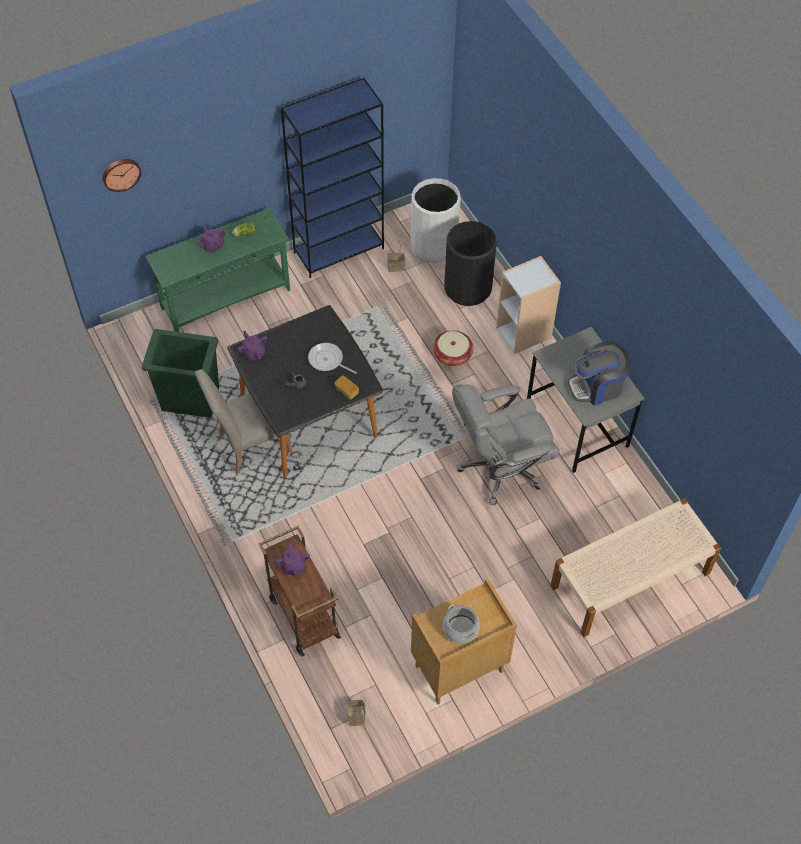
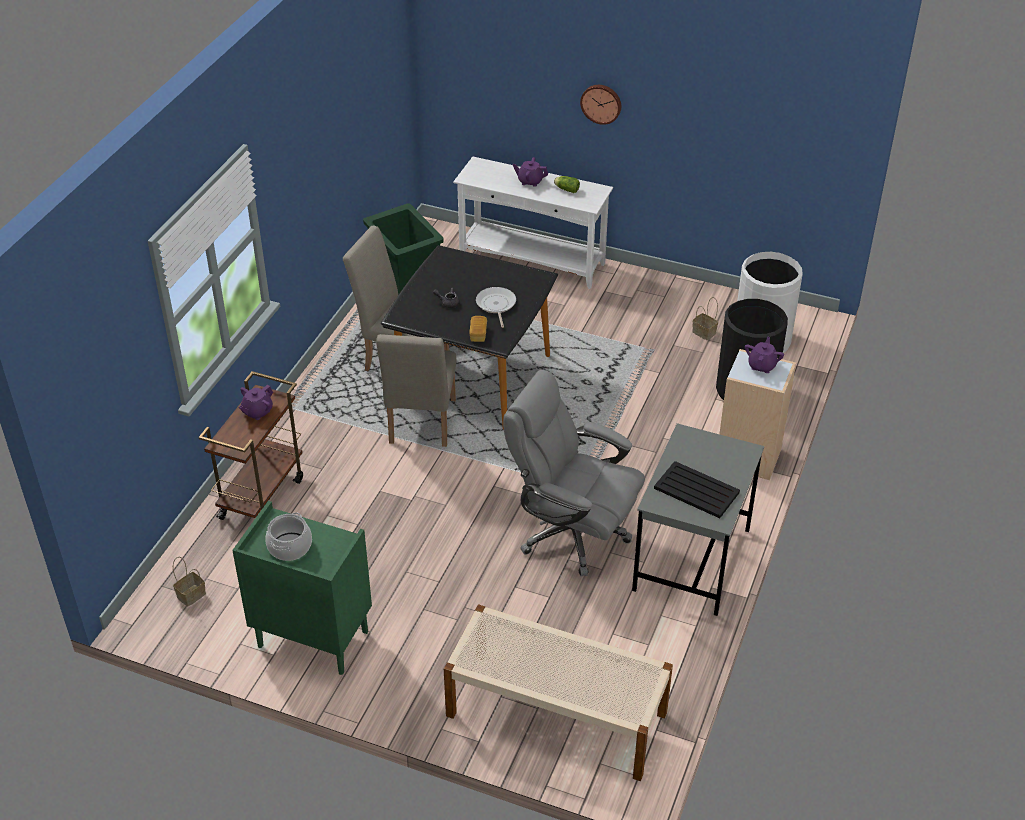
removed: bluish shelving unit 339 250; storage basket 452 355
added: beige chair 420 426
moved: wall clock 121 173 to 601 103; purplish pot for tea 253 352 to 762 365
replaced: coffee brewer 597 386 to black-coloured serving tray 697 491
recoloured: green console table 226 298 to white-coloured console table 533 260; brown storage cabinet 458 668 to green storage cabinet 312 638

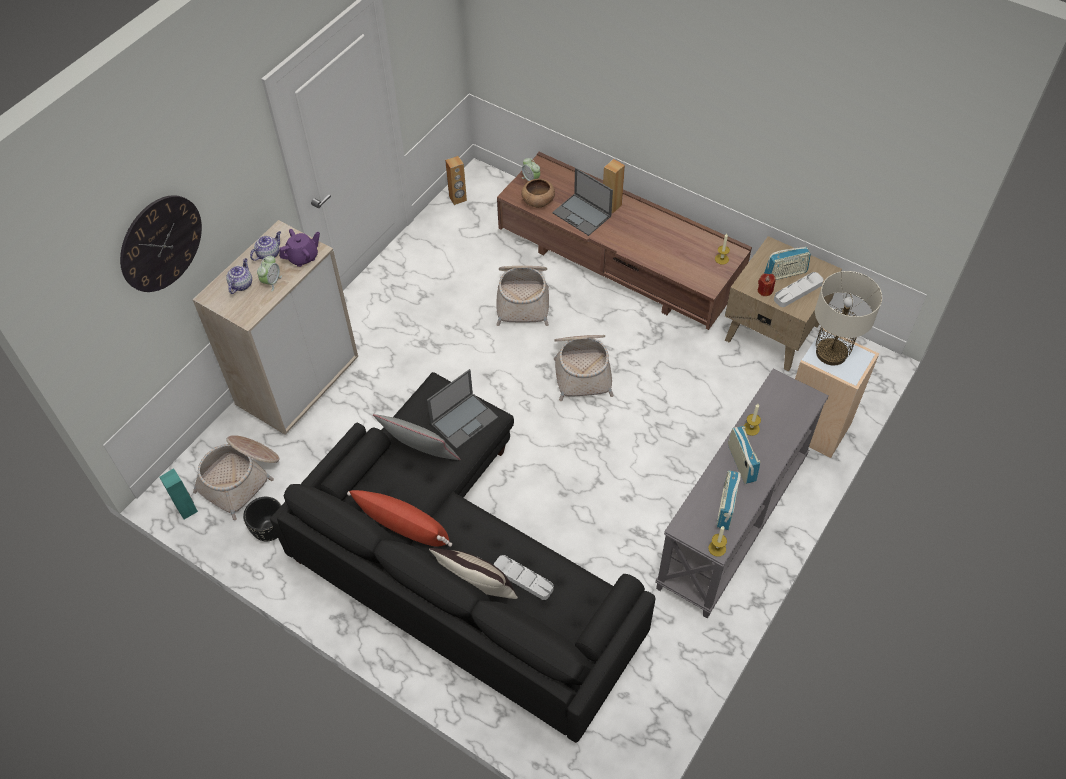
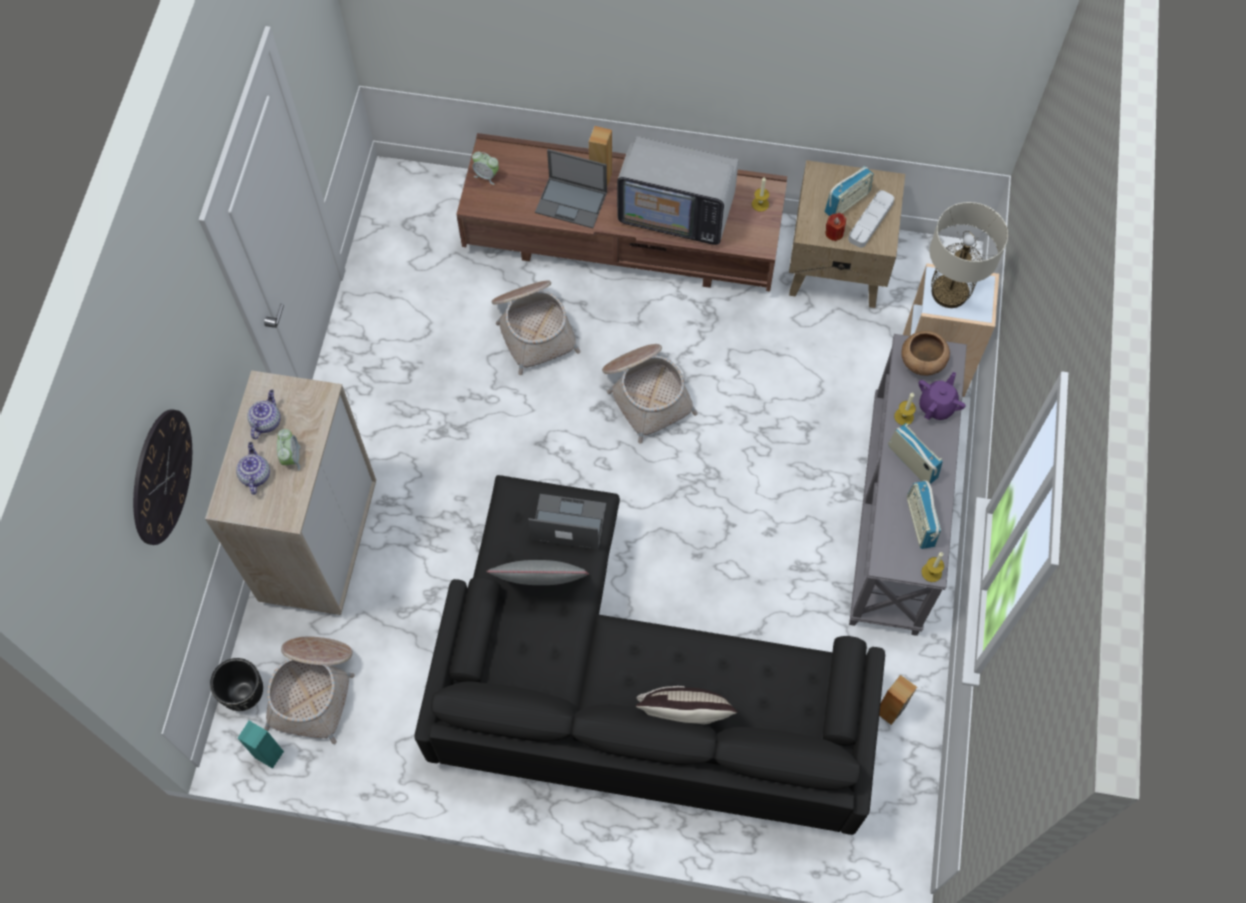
removed: red-coloured throw pillow 403 527; gray serving tray 523 579
added: television 676 210
moved: black-coloured plant pot 270 530 to 244 694; purplish pot for tea 303 257 to 937 406; brown speaker 458 199 to 890 711; brown bowl 538 201 to 921 361
turned: laptop 464 420 = 567 522 105 degrees counterclockwise

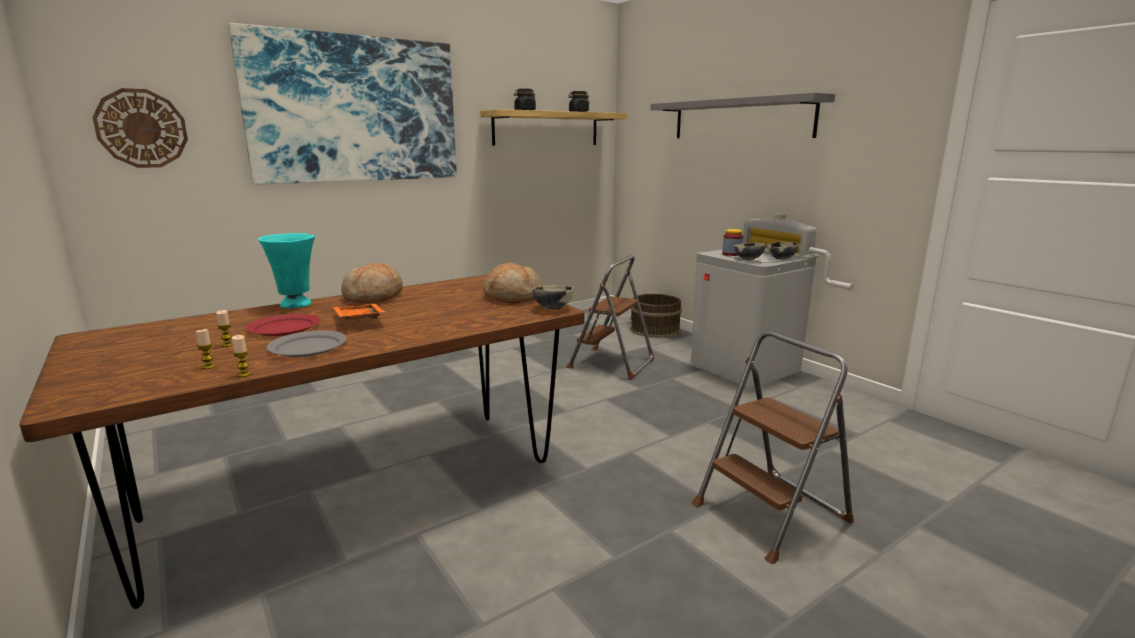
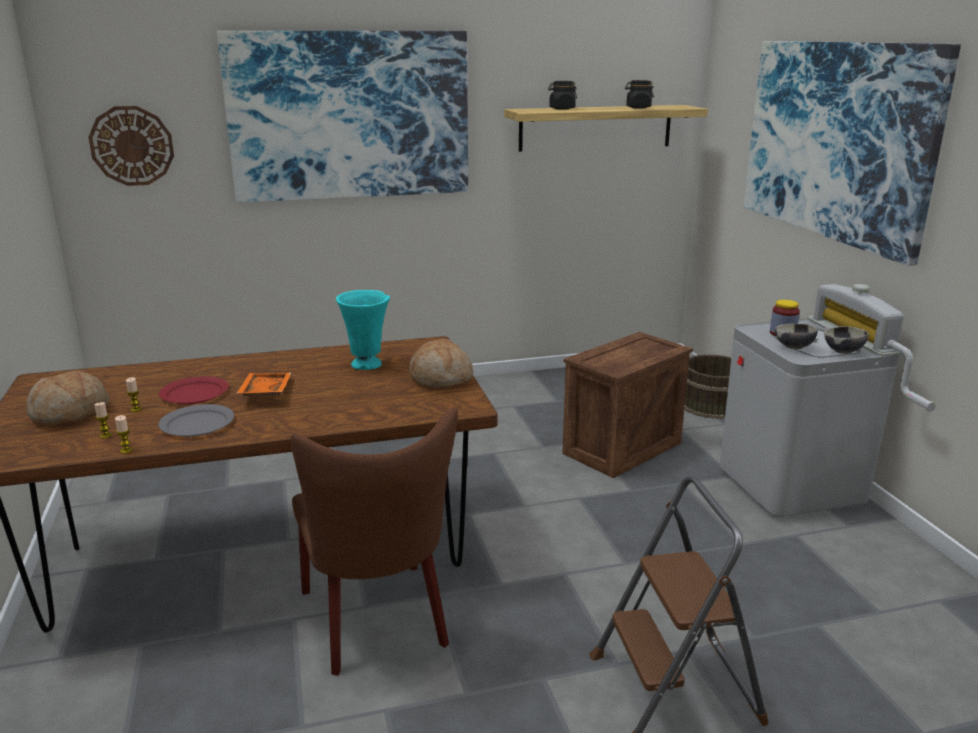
removed: bowl 552 308
added: brown chair 378 623
moved: turquoise vase 296 305 to 367 365; bakery bread 374 297 to 70 414
replaced: brown stepladder 614 364 to shipping crate 622 449; gray shelf 740 119 to wall art 836 141

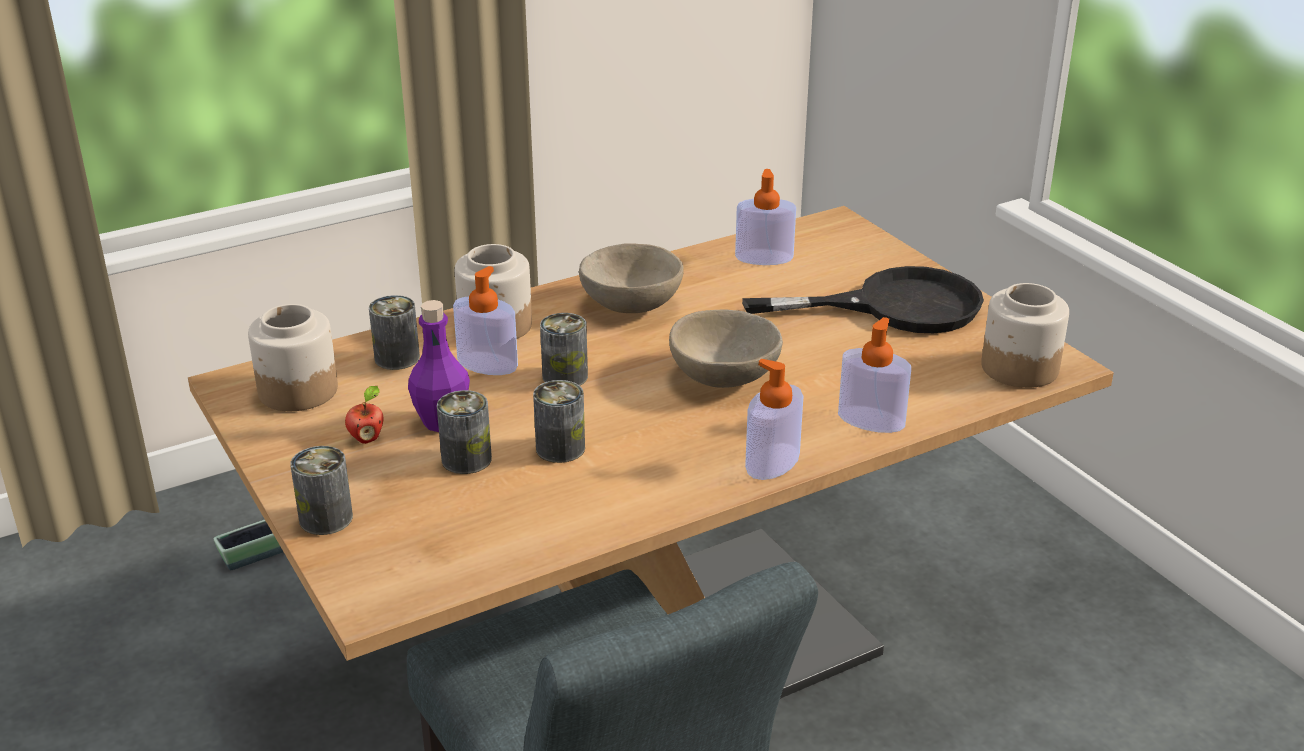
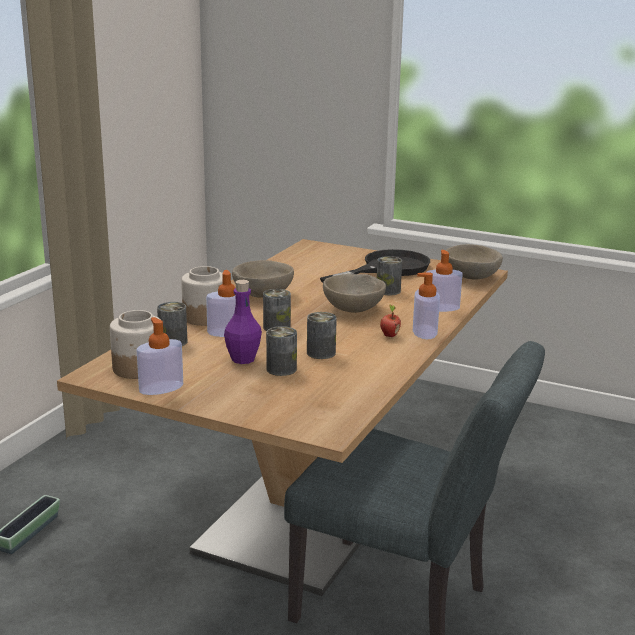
moved: sealed can 326 518 to 388 291; whole apple 367 438 to 389 335; soap dispenser 764 257 to 161 388
replaced: preserve jar 1018 367 to beige bowl 470 277

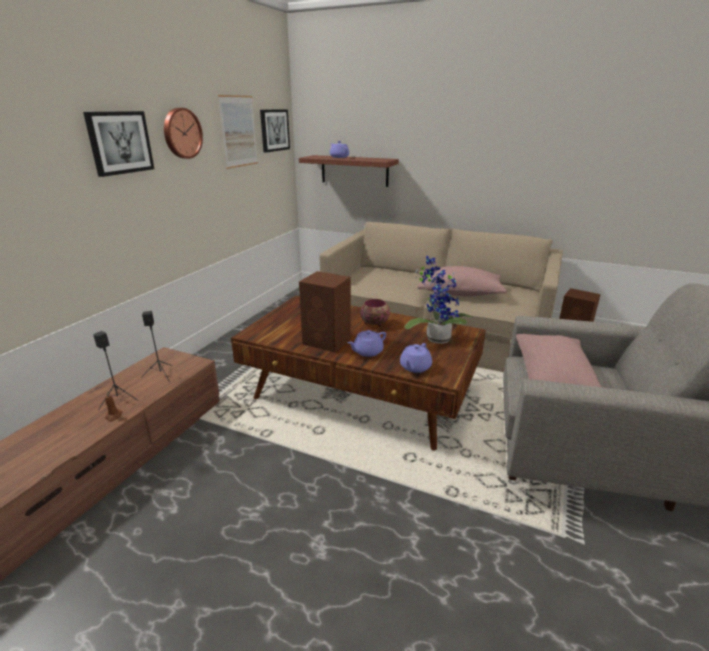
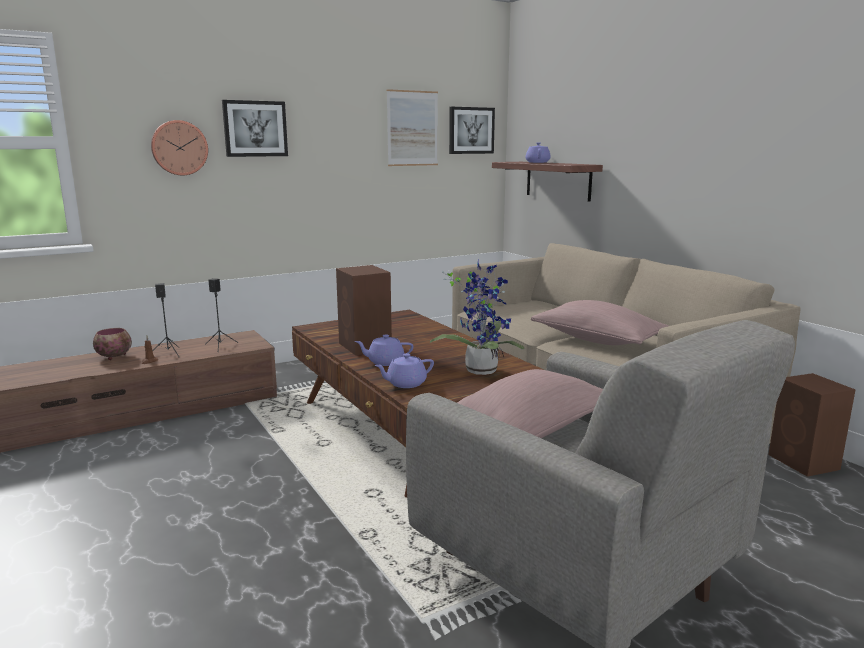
moved: wall clock 181 133 to 179 148; bowl 374 323 to 115 356

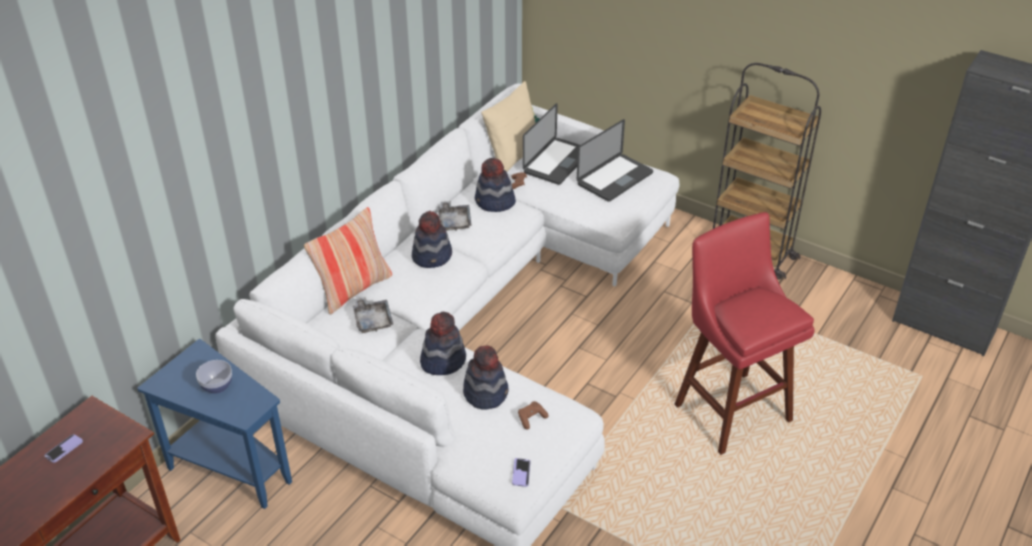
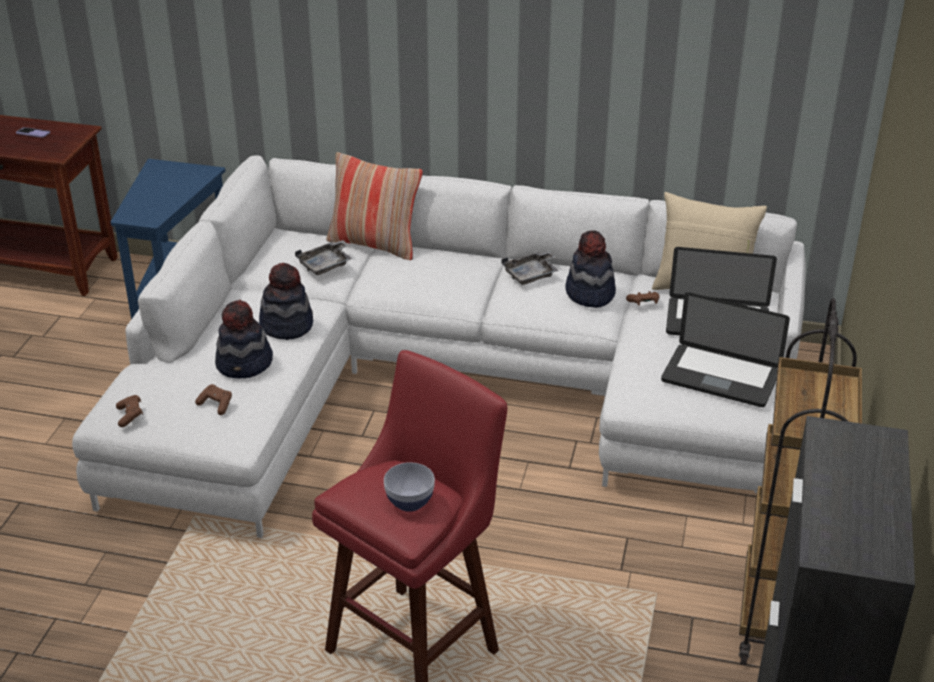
removed: hat 432 256
moved: bowl 217 386 to 409 501
replaced: phone 521 473 to brown gamepad 130 416

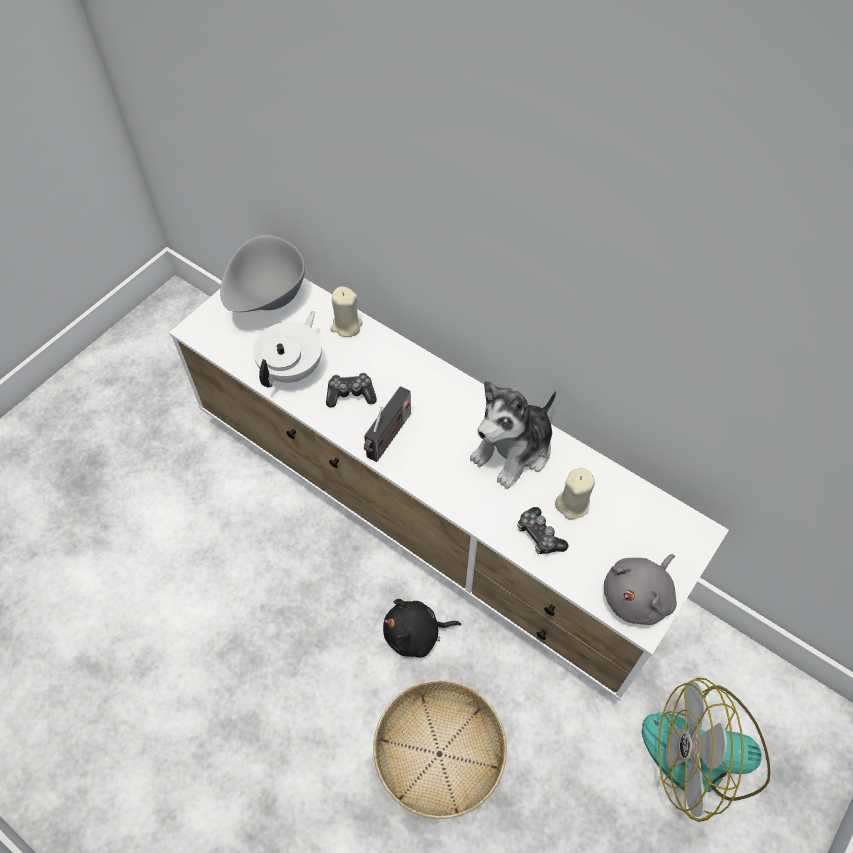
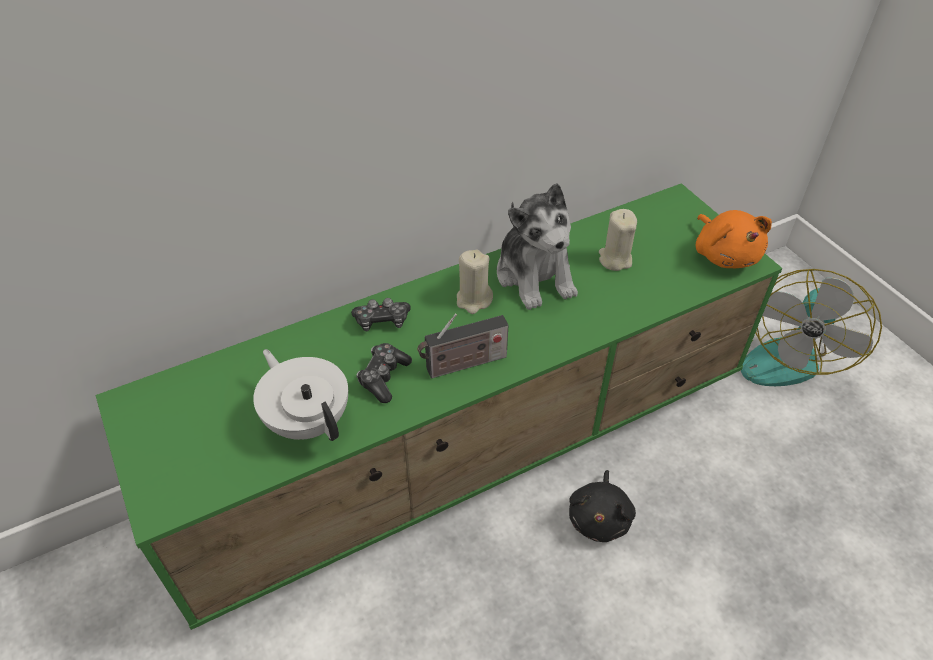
removed: gray bowl 267 300; storage basket 439 754
moved: beige wax candle 346 326 to 473 300; gamepad 539 536 to 382 321
recoloured: white-coloured tv unit 429 514 to green tv unit 469 453; gray cuddly toy 638 596 to orange-coloured cuddly toy 725 254
turned: radio receiver 388 438 = 463 364 105 degrees clockwise

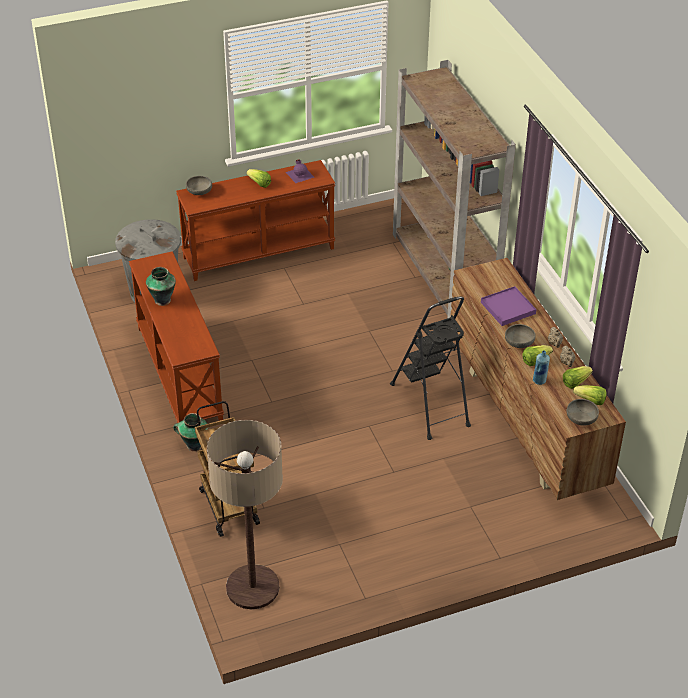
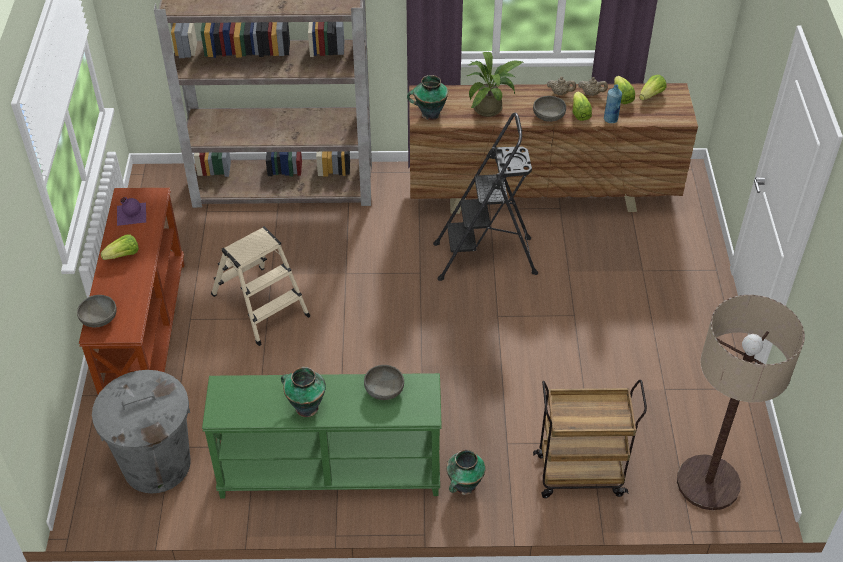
added: beige stepladder 260 304; vase 429 114
moved: gray bowl 581 419 to 384 390
replaced: purplish serving tray 508 308 to plant in a pot 491 108
recoloured: brown console table 178 374 to green console table 329 473

